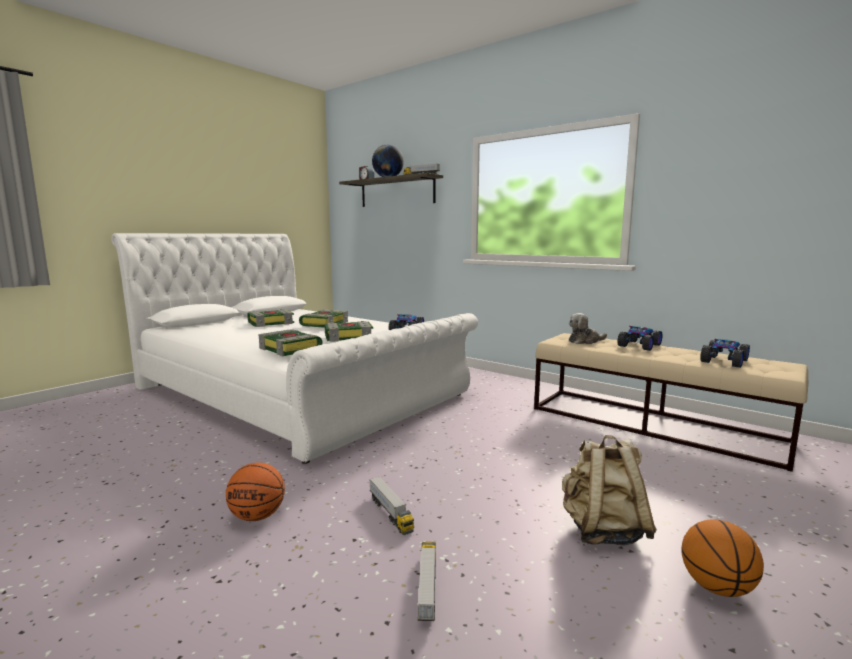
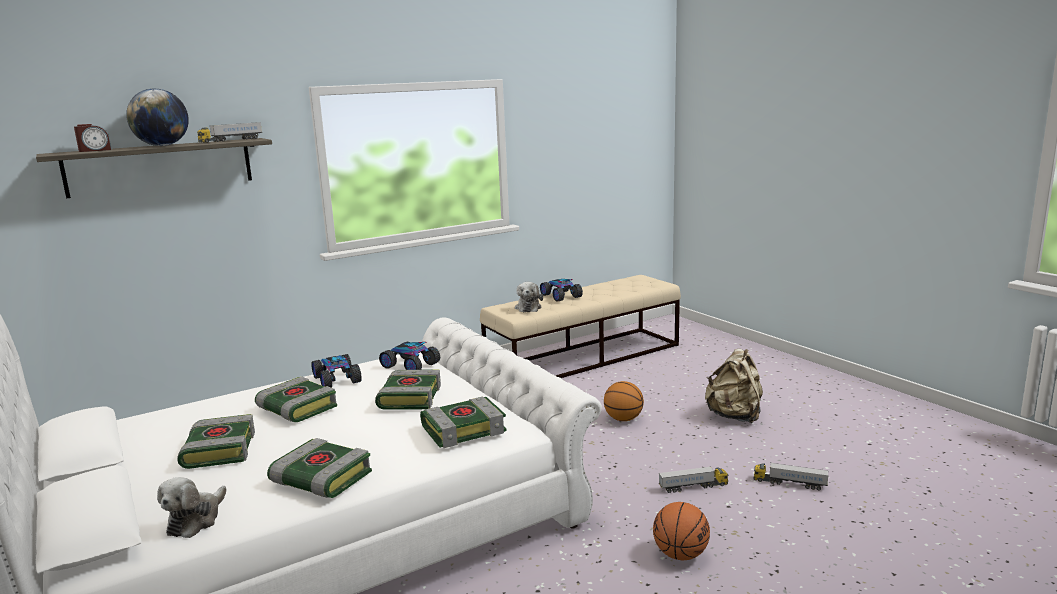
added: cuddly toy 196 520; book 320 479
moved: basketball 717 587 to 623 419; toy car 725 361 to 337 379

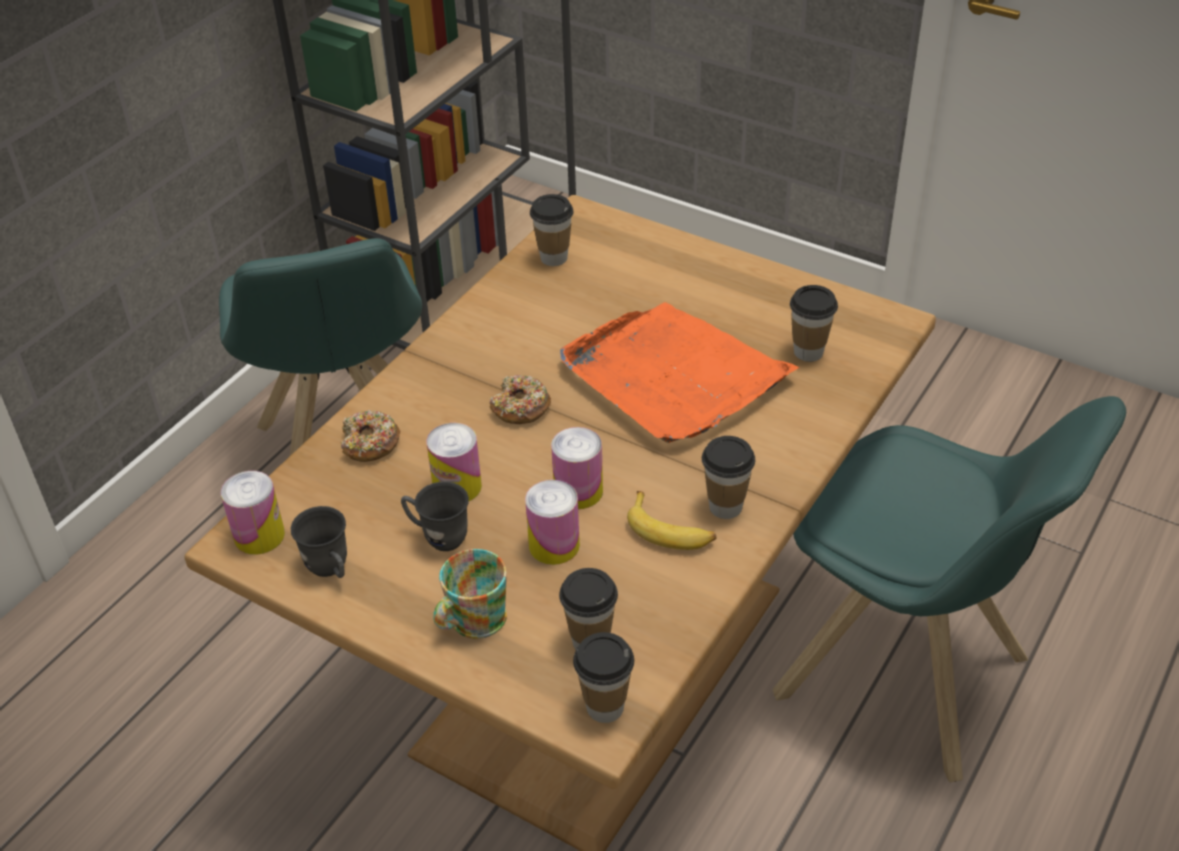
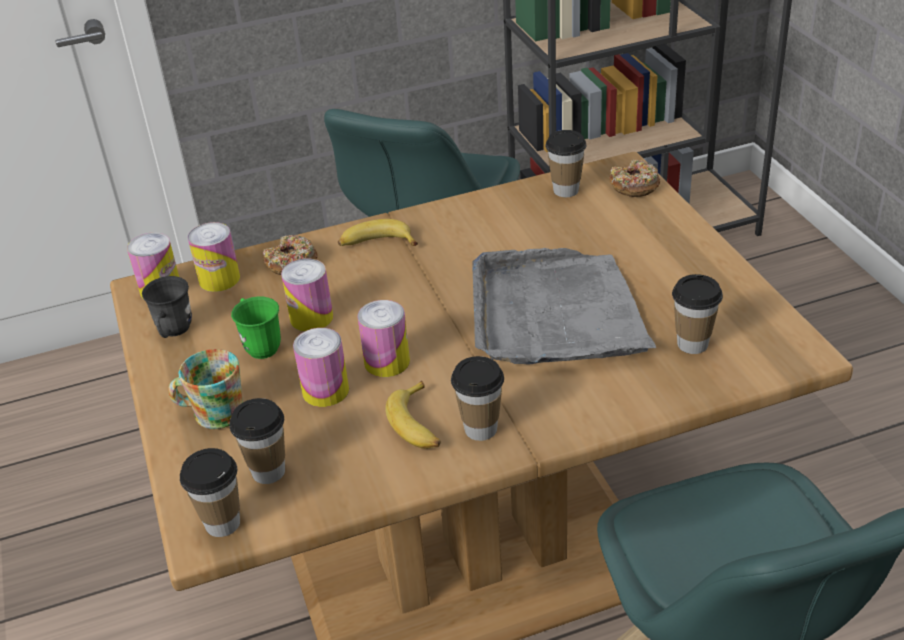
added: sealed can 219 279; banana 376 244
moved: donut 520 408 to 634 186
recoloured: gray mug 438 536 to green mug 260 345; orange-coloured serving tray 673 377 to gray serving tray 555 314

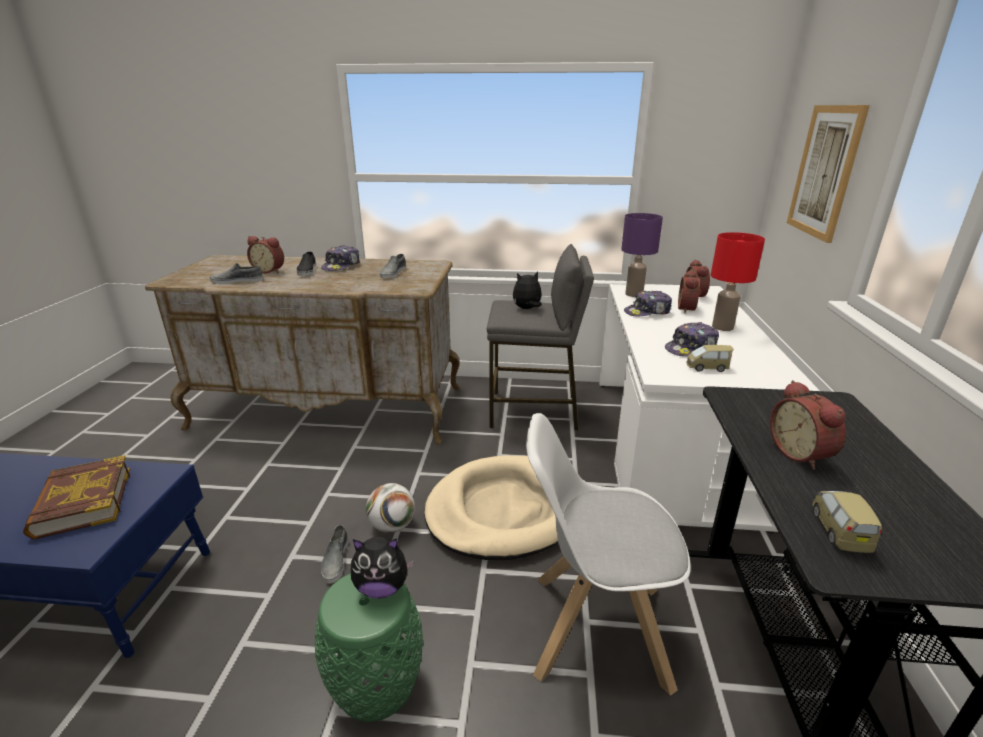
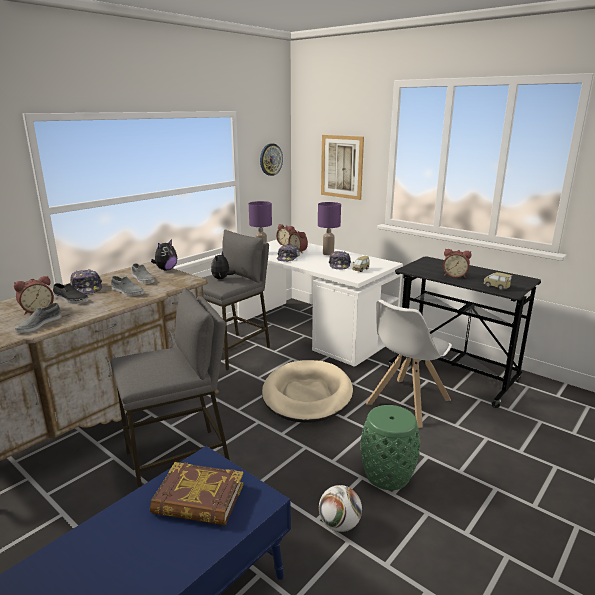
added: gray stool seat 179 461; wall clock 270 159
moved: gray item of footwear 335 560 to 127 291; cuddly toy 382 587 to 166 269; football 392 526 to 339 524
recoloured: red-coloured table lamp 722 327 to purplish table lamp 328 253

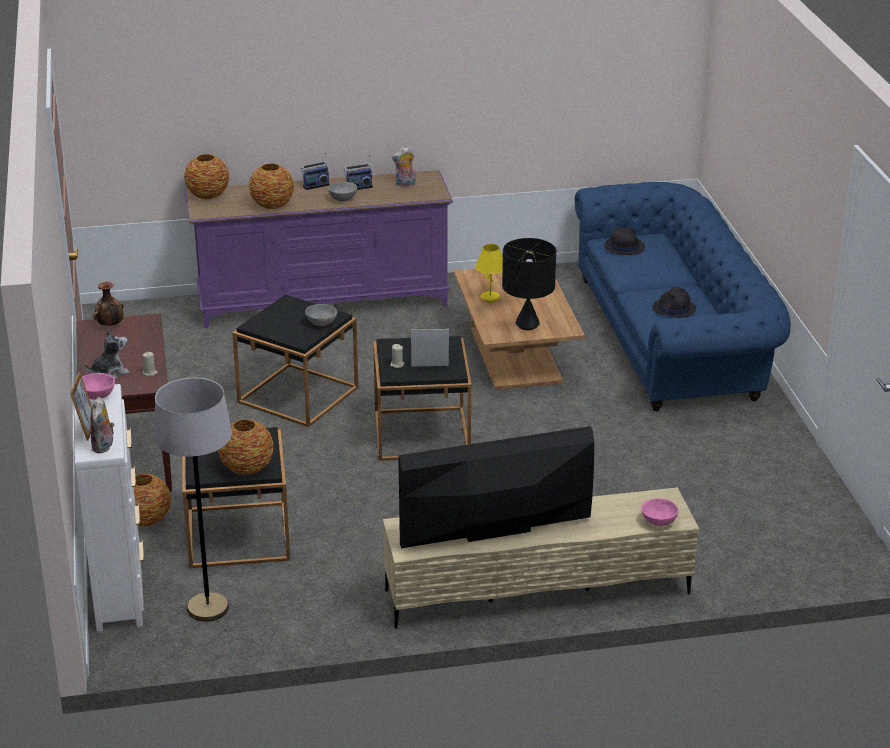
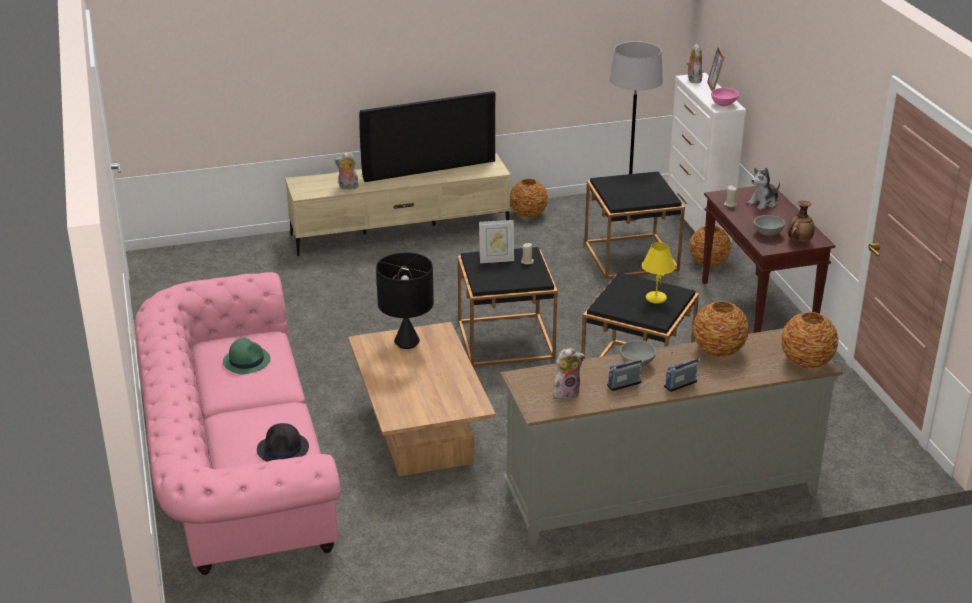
removed: pinkish bowl 658 522
added: cuddly toy 348 187
moved: vase 247 468 to 527 214; gray bowl 321 323 to 768 234; yellow-coloured table lamp 490 298 to 655 298
recoloured: purplish storage cabinet 323 302 to gray storage cabinet 660 494; bluish couch 674 336 to pinkish couch 236 465; black-coloured hat 674 309 to green hat 246 361

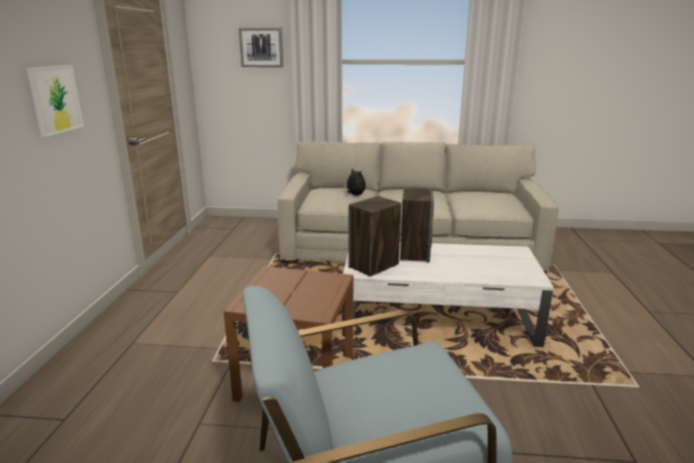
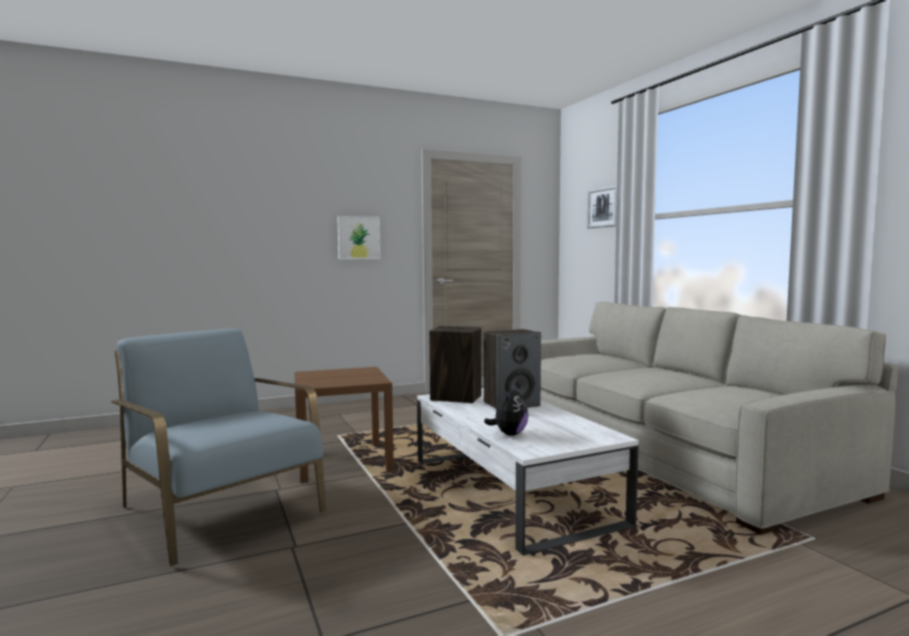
moved: cuddly toy 354 195 to 509 434

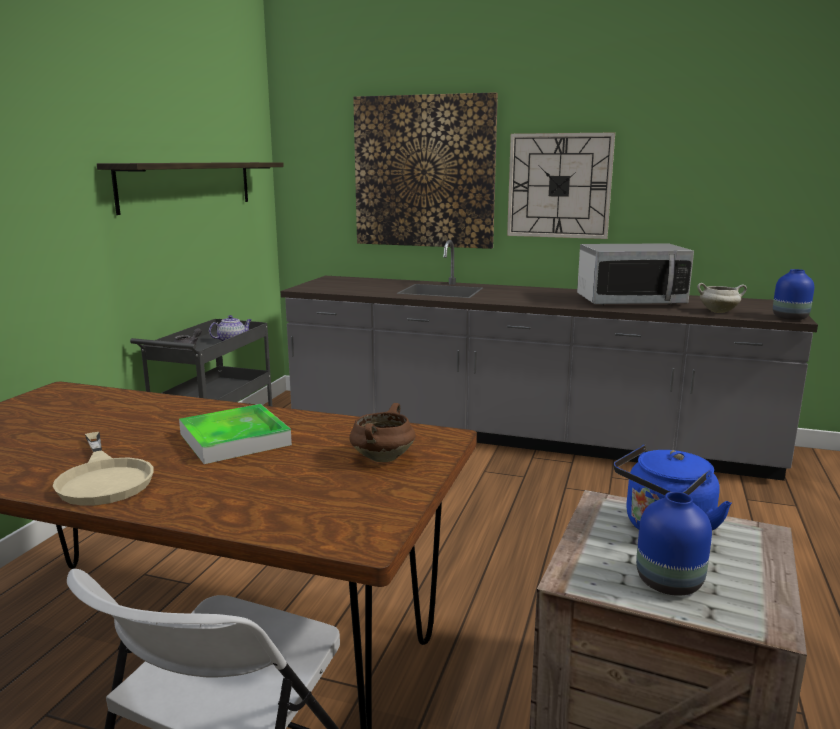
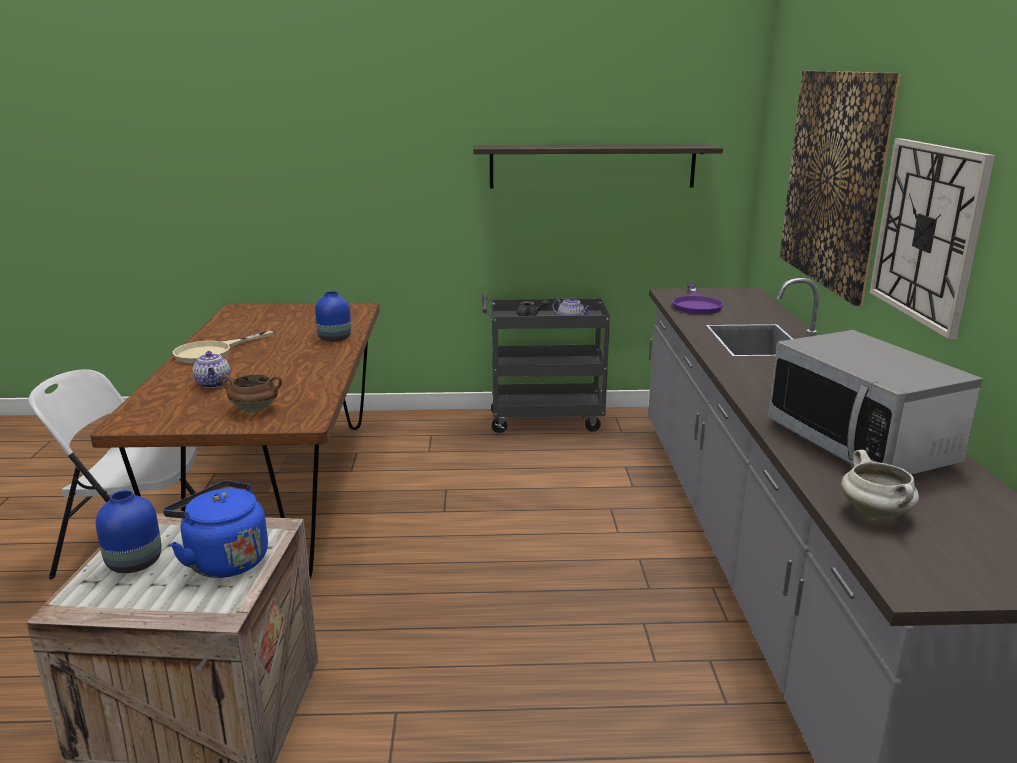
removed: serving tray 235 439
added: pot for tea 213 384; purplish pan 696 304
moved: bluish vase 790 318 to 335 339

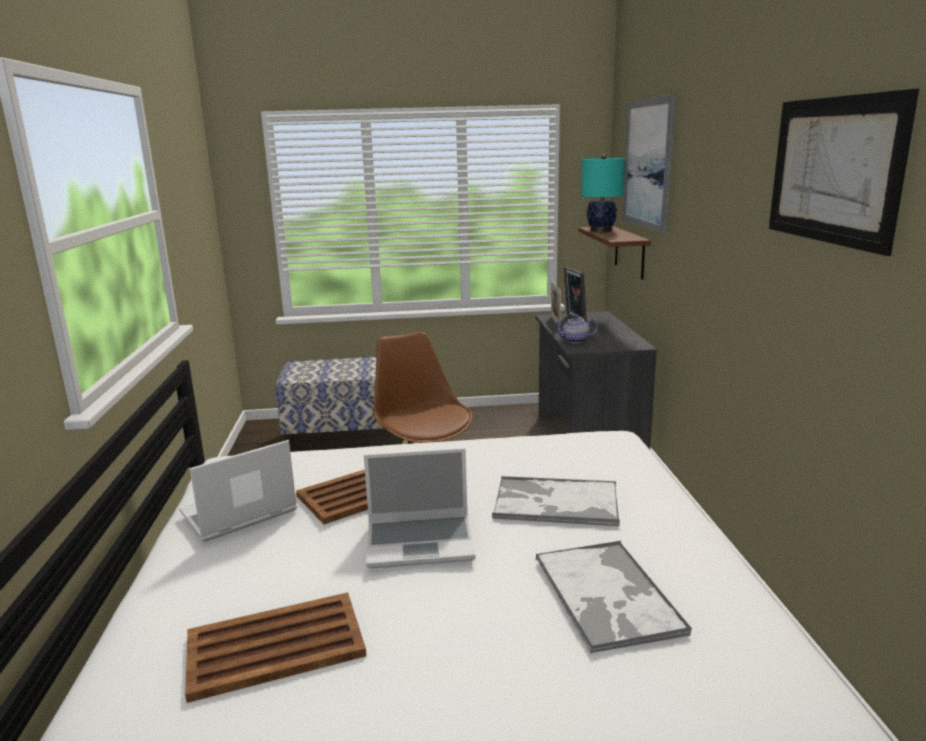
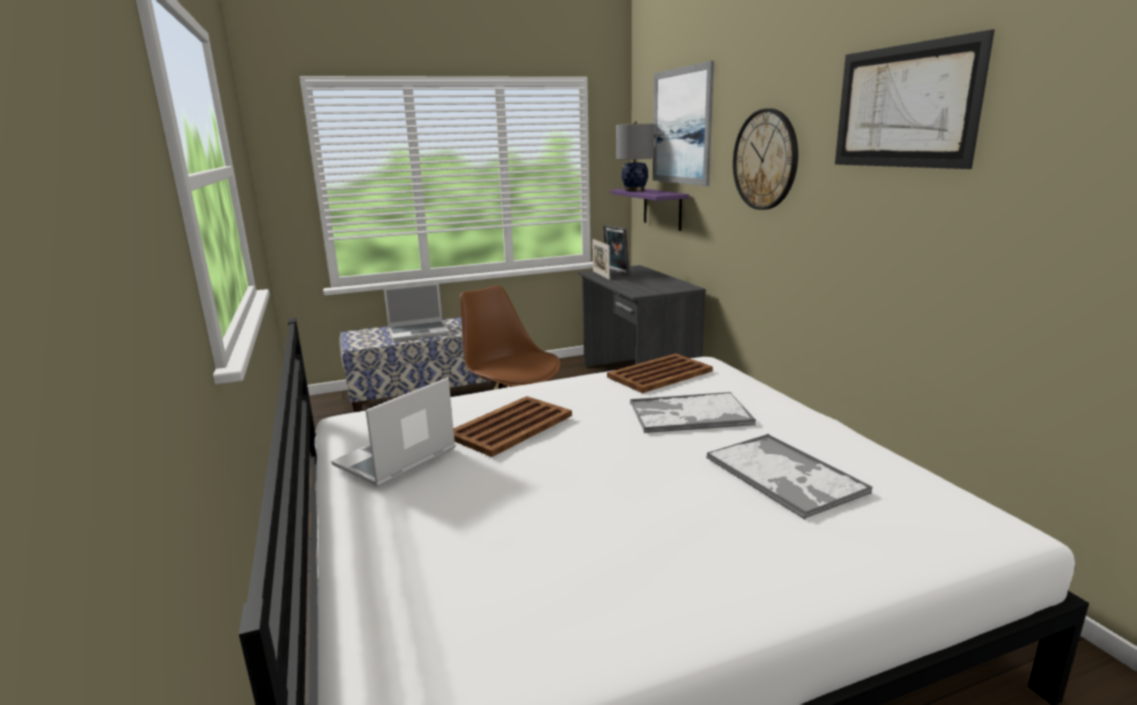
removed: pot for tea 575 341
added: wall clock 765 160
moved: brown serving tray 277 646 to 661 374; laptop 421 542 to 419 332
recoloured: brown shelf 629 252 to purplish shelf 662 208; turquoise table lamp 600 230 to gray table lamp 634 190

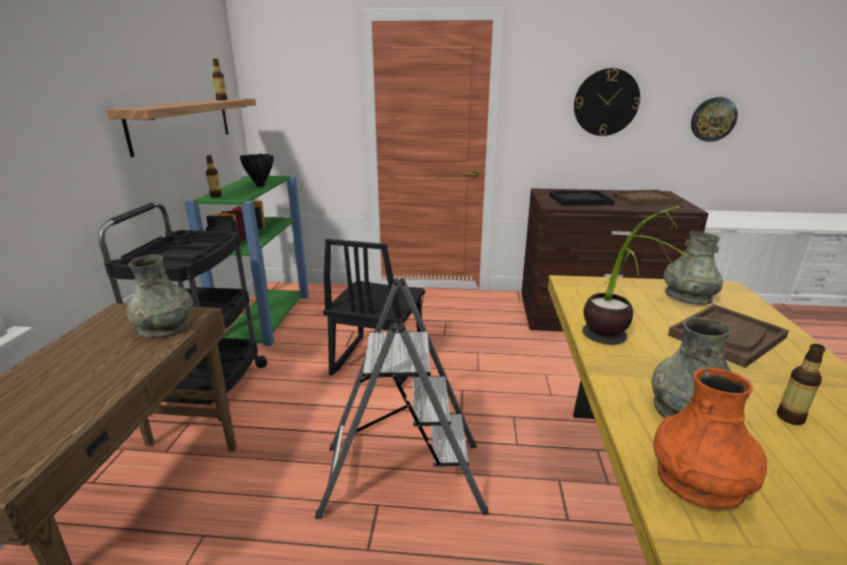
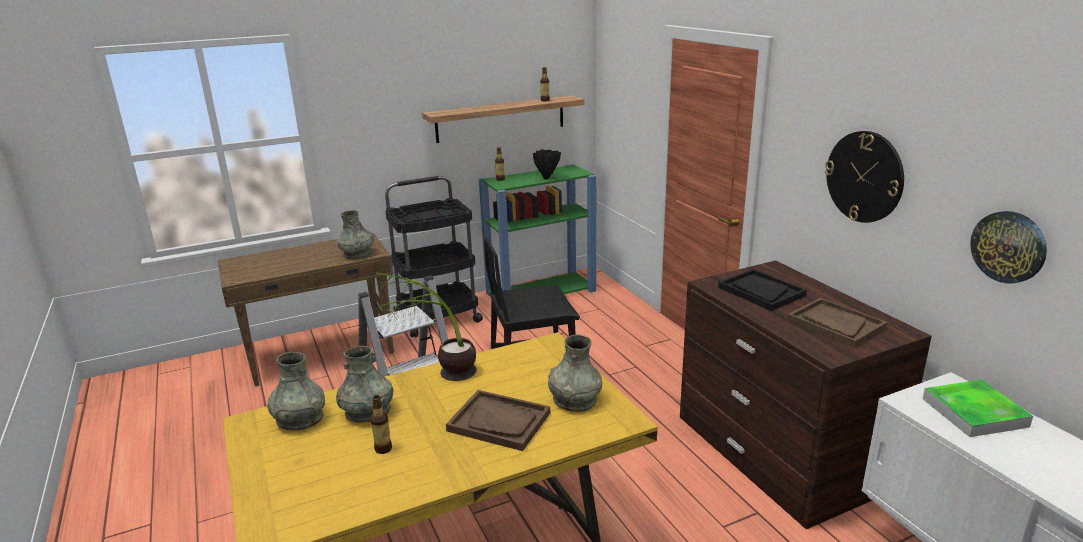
added: serving tray 974 412
recoloured: orange-coloured vase 699 481 to gray vase 300 419

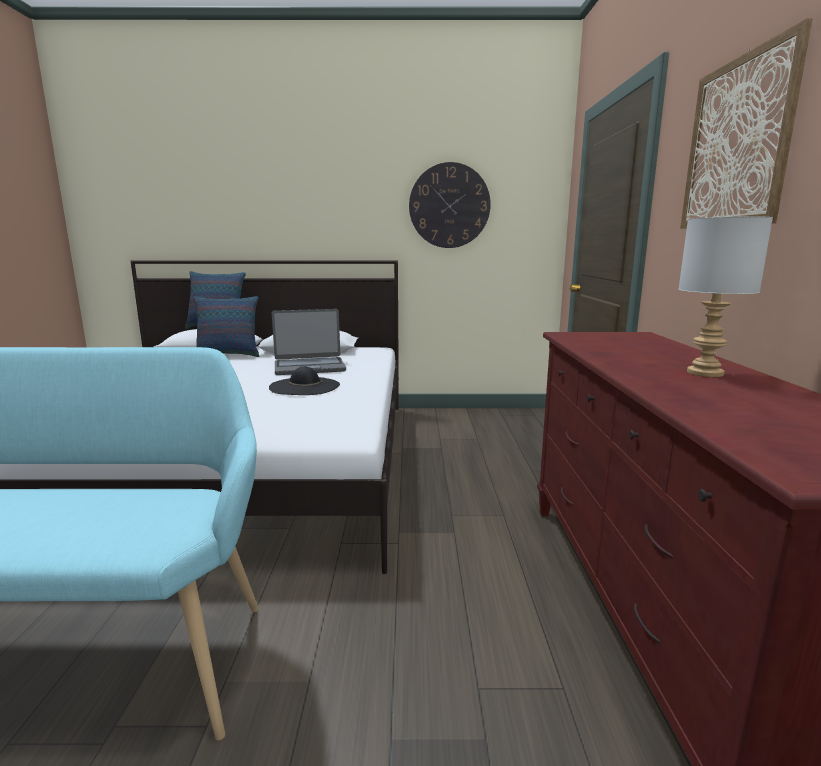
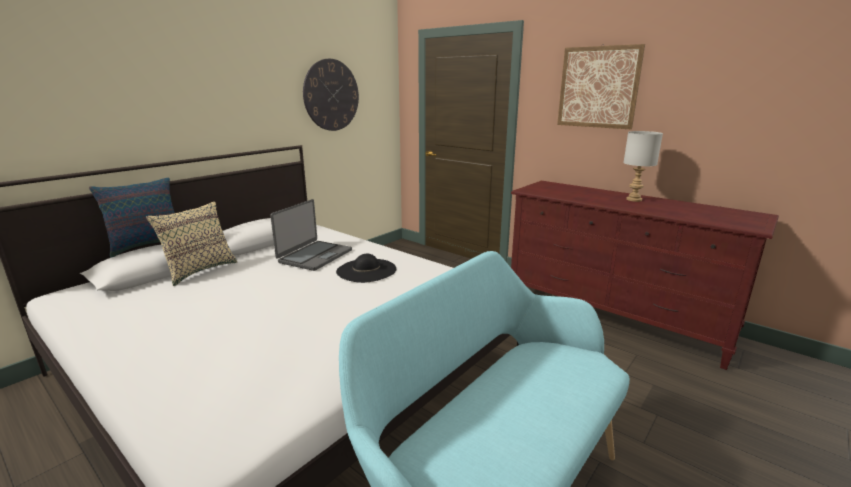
recoloured: bluish throw pillow 229 356 to beige throw pillow 201 271

